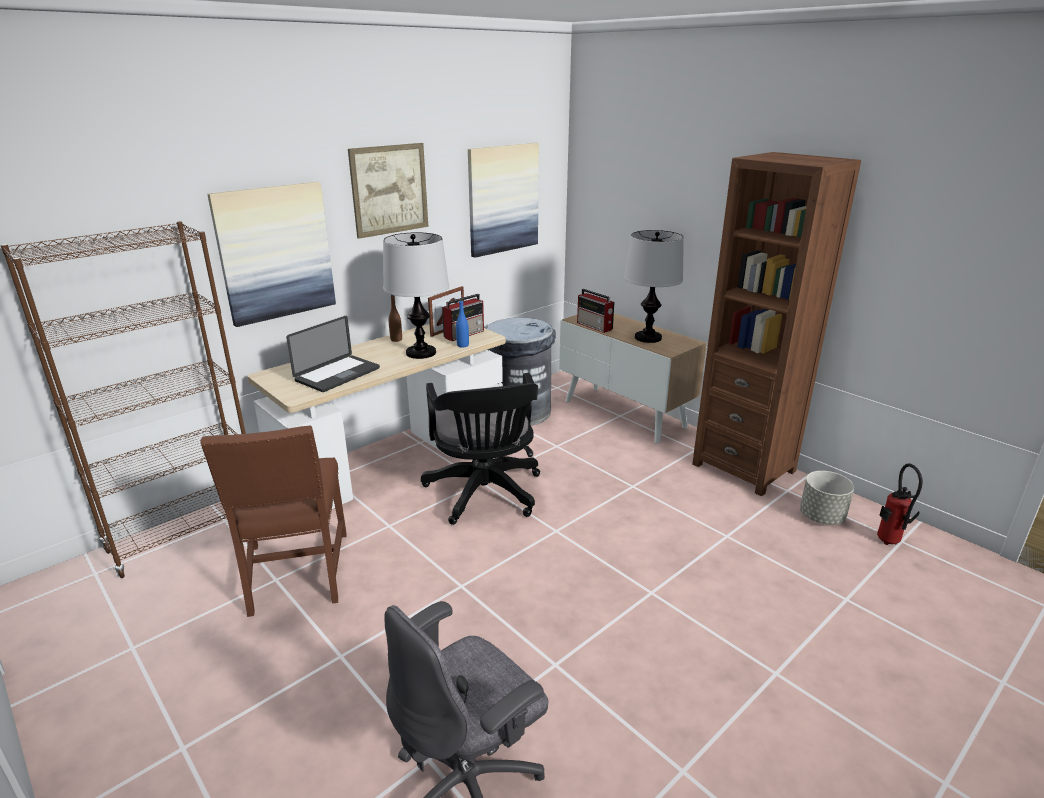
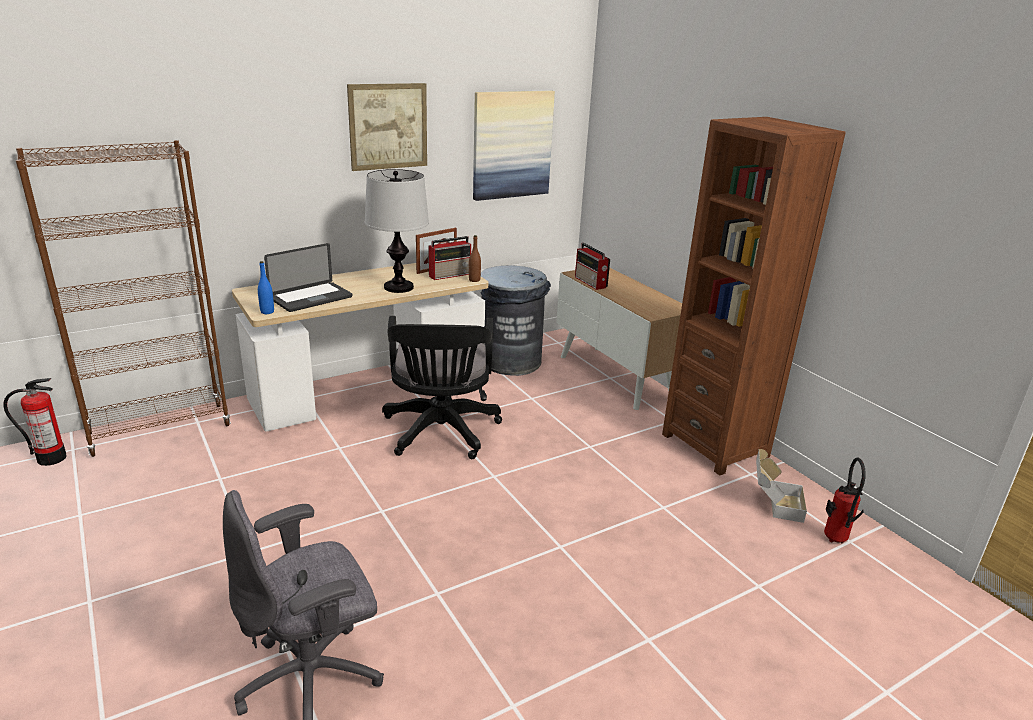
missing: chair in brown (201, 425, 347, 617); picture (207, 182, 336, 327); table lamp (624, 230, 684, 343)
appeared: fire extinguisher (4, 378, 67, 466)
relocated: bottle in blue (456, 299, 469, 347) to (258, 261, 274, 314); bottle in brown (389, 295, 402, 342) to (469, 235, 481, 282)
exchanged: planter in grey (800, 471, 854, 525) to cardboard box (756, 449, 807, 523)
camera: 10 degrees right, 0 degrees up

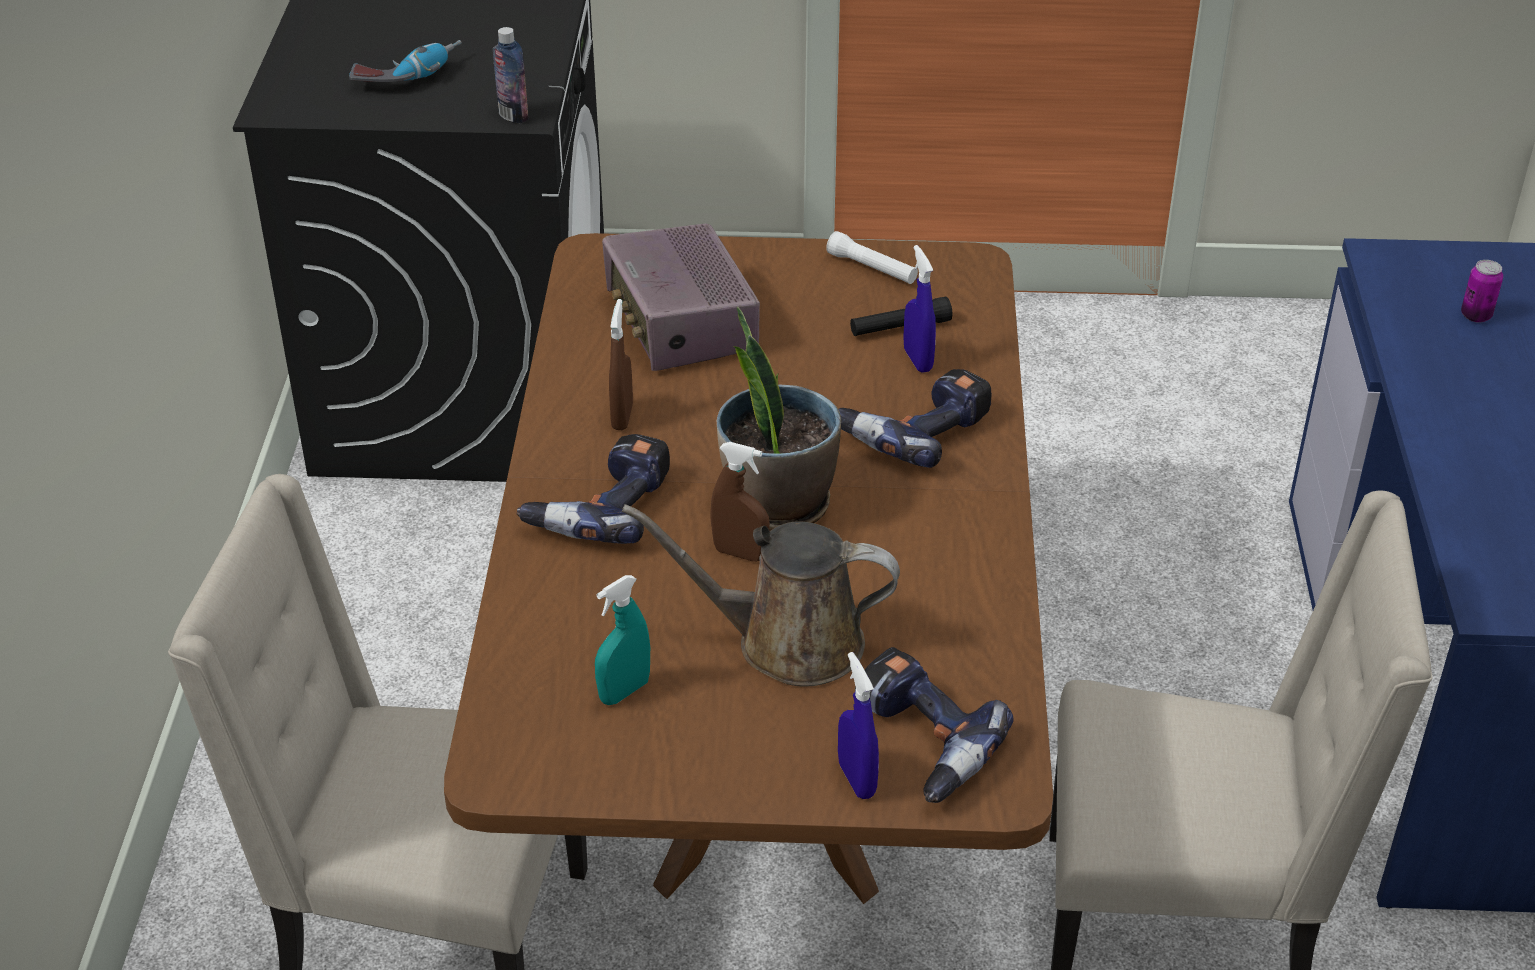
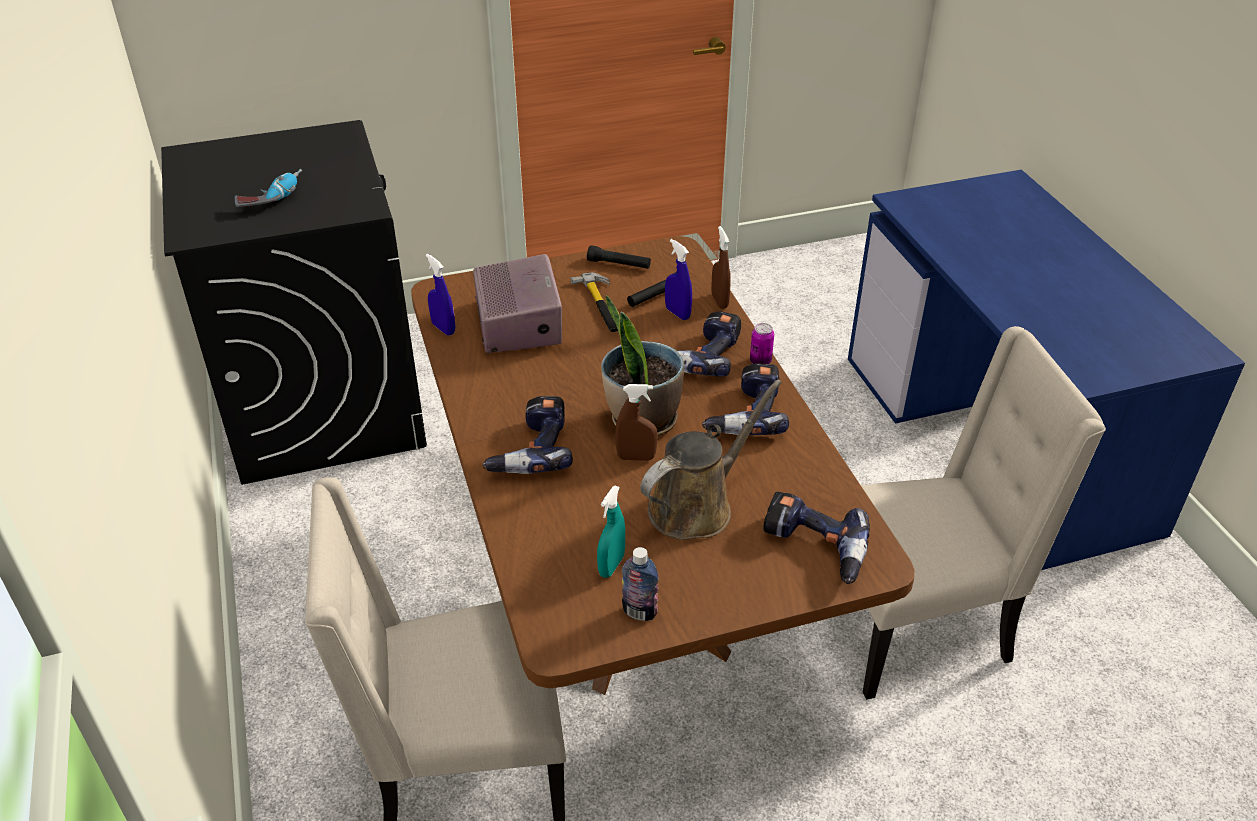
appeared: hammer (570, 272, 618, 332); power drill (702, 363, 789, 435)
relocated: spray bottle in blue (838, 652, 879, 799) to (426, 254, 455, 336); bottle (493, 27, 529, 123) to (622, 547, 659, 621); spray bottle in brown (609, 299, 633, 430) to (711, 226, 731, 309); can (1461, 260, 1503, 323) to (750, 323, 774, 364)
colour: flashlight in white (826, 231, 918, 284) to flashlight in black (587, 245, 651, 269)
spun: radio (602, 223, 760, 371) = (473, 254, 562, 353) 150 degrees counterclockwise; watering can in brown (622, 504, 900, 687) = (640, 379, 782, 540) 150 degrees clockwise
camera: 20 degrees left, 0 degrees up

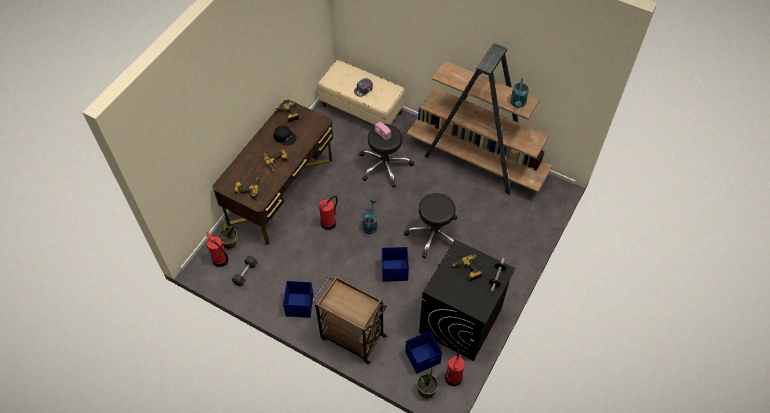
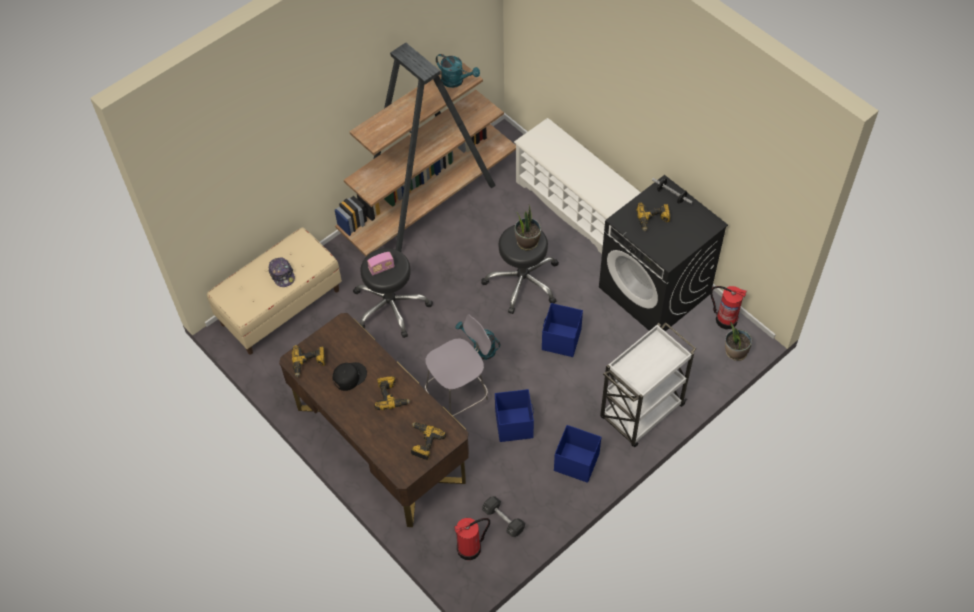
appeared: shoe rack in white (514, 118, 641, 254)
relocated: storage box in blue (405, 330, 442, 374) to (495, 389, 534, 442); potted plant (218, 218, 238, 250) to (515, 206, 541, 251)
exchanged: fire extinguisher (319, 196, 337, 230) to chair in grey (425, 314, 491, 416)
colour: cart in brown (312, 276, 387, 364) to cart in white (600, 322, 696, 447)
camera: 70 degrees left, 0 degrees up

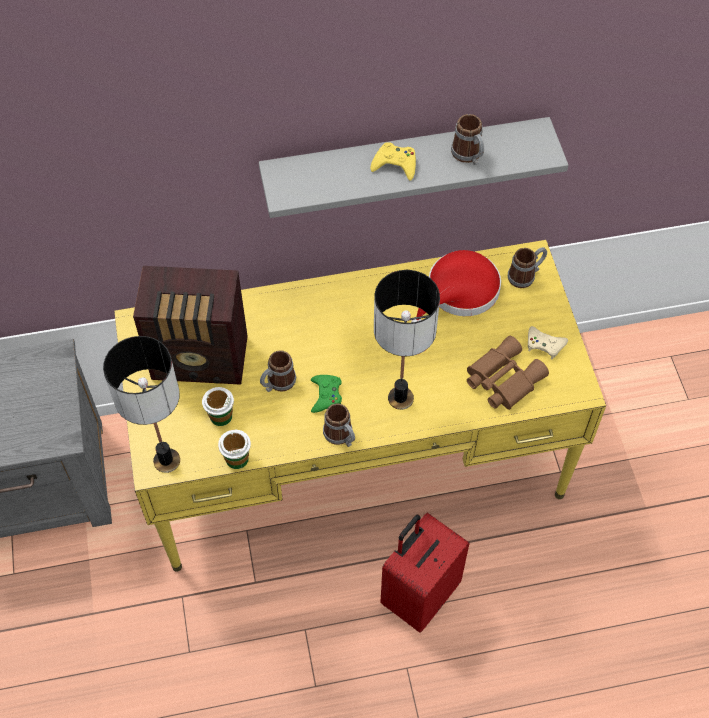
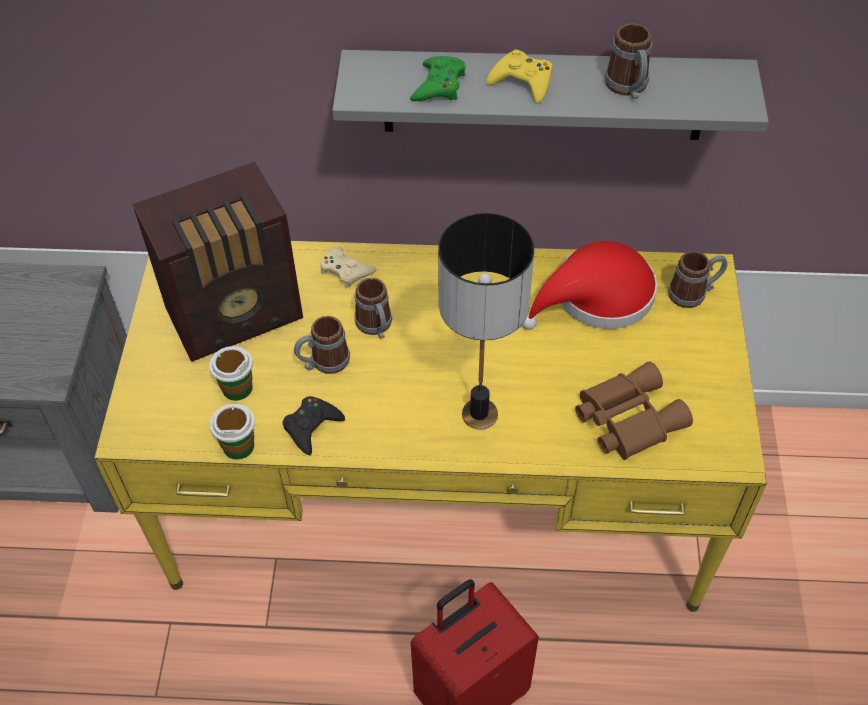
missing: table lamp (103, 336, 180, 473)
appeared: game controller in black (282, 396, 345, 455)
relocated: game controller in beige (528, 326, 568, 360) to (320, 247, 377, 289); mug (323, 403, 355, 447) to (354, 278, 392, 339); game controller in green (311, 375, 342, 413) to (410, 56, 465, 101)
spun: radio (133, 266, 248, 385) = (133, 162, 303, 362) 45 degrees counterclockwise
camera: 15 degrees right, 5 degrees down

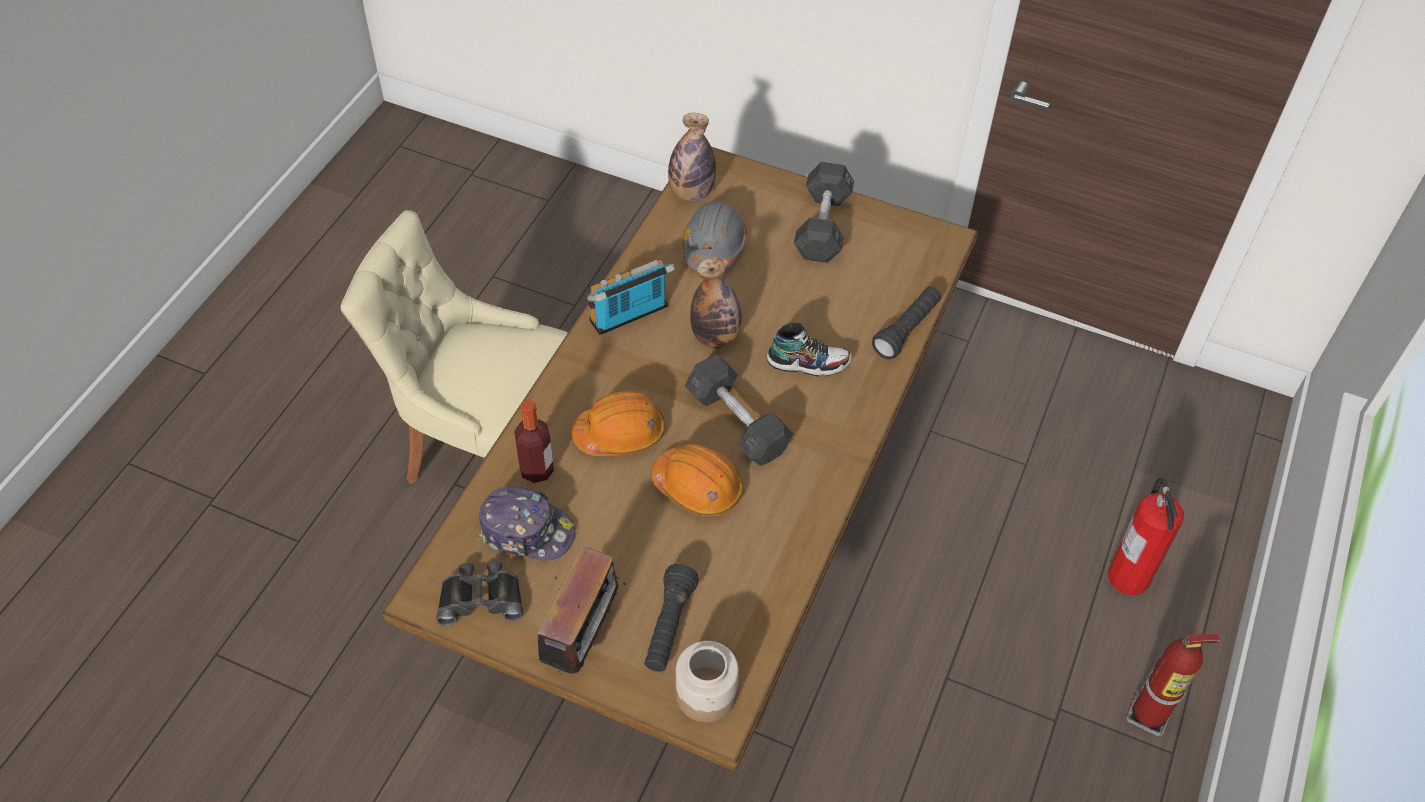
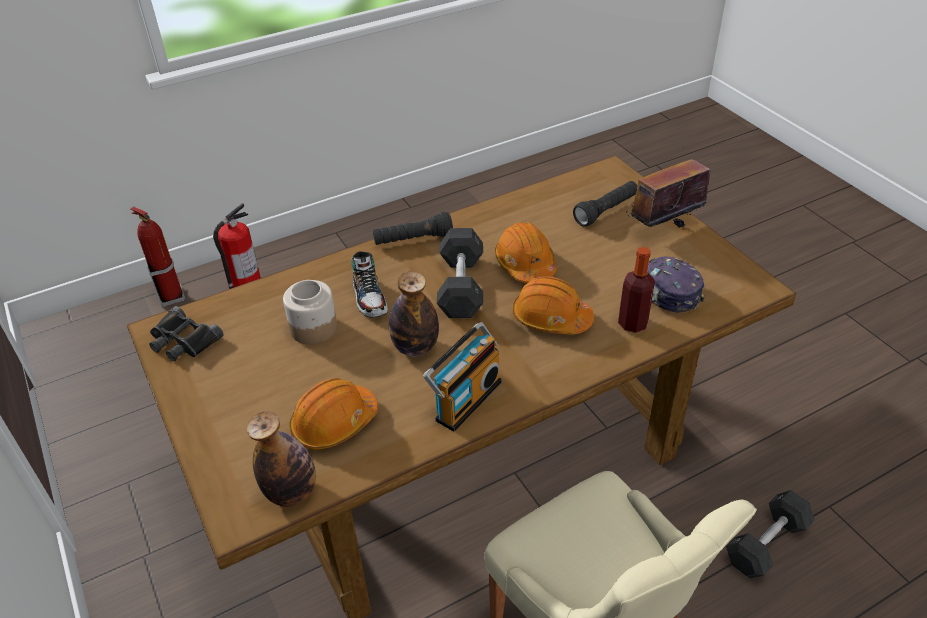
relocated: fire extinguisher (1127, 633, 1220, 737) to (130, 207, 185, 307); binoculars in black (436, 561, 523, 626) to (149, 306, 223, 361); jar (676, 641, 739, 722) to (283, 280, 337, 345); flashlight in black (872, 287, 941, 359) to (373, 212, 453, 245); dumbbell in grey (794, 162, 854, 263) to (726, 490, 815, 578)
colour: hard hat in grey (683, 201, 747, 270) to hard hat in orange (289, 378, 378, 450)
spun: shoe (767, 323, 852, 377) = (351, 251, 388, 317) 150 degrees counterclockwise; radio (587, 260, 675, 335) = (423, 322, 501, 432) 60 degrees counterclockwise
camera: 140 degrees left, 10 degrees down

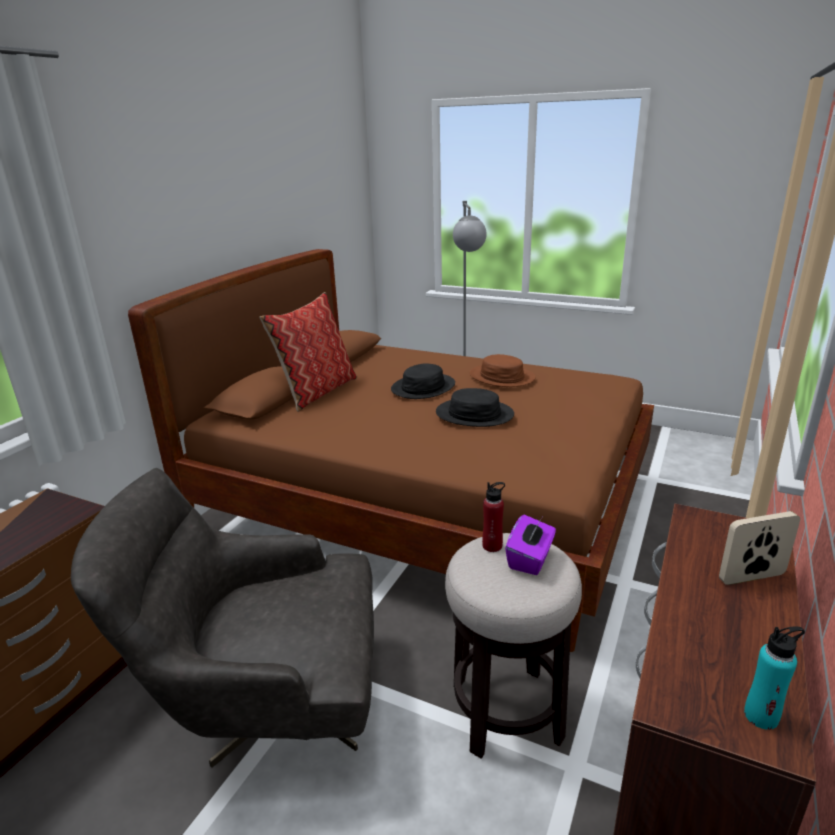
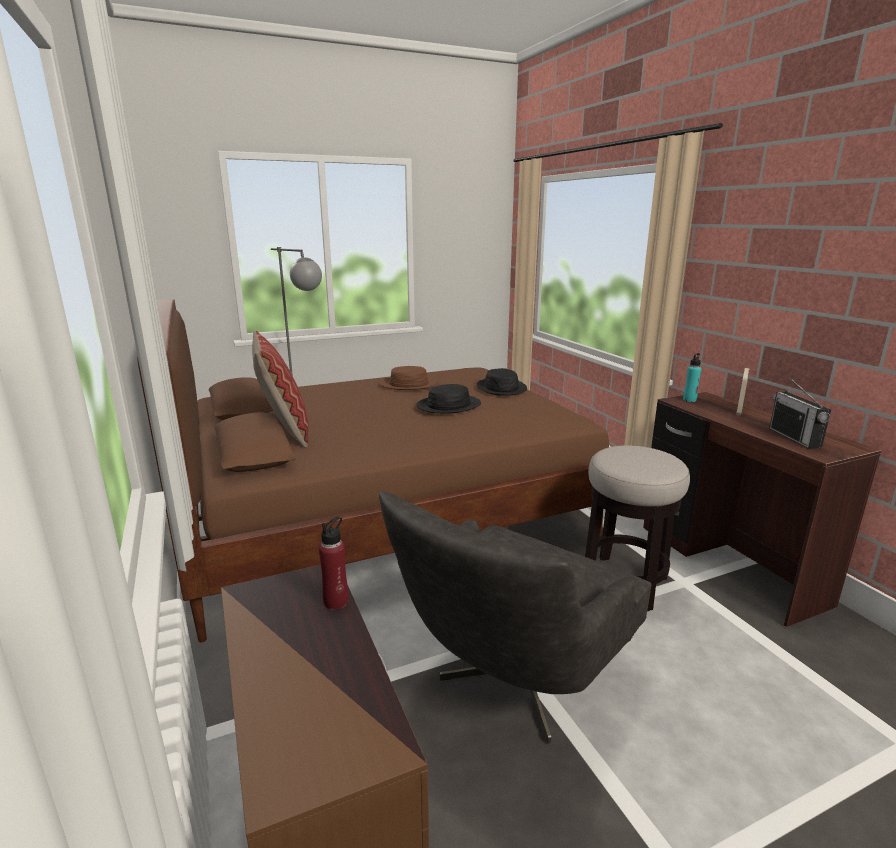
missing: tissue box in purple (505, 515, 556, 575)
appeared: radio (769, 377, 831, 449)
relocated: bottle in red (482, 482, 505, 552) to (319, 517, 349, 610); hat in black (391, 364, 455, 399) to (477, 368, 527, 396); bottle in turquoise (744, 626, 805, 730) to (683, 353, 701, 402)
camera: 50 degrees left, 5 degrees down

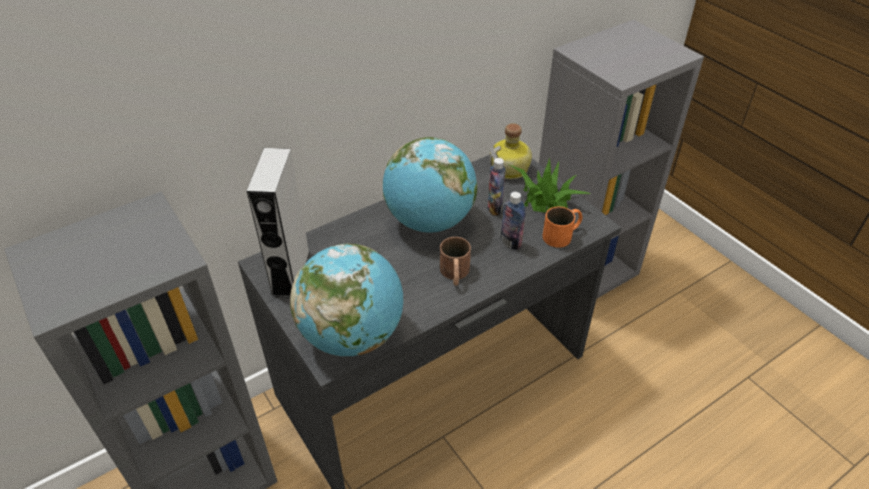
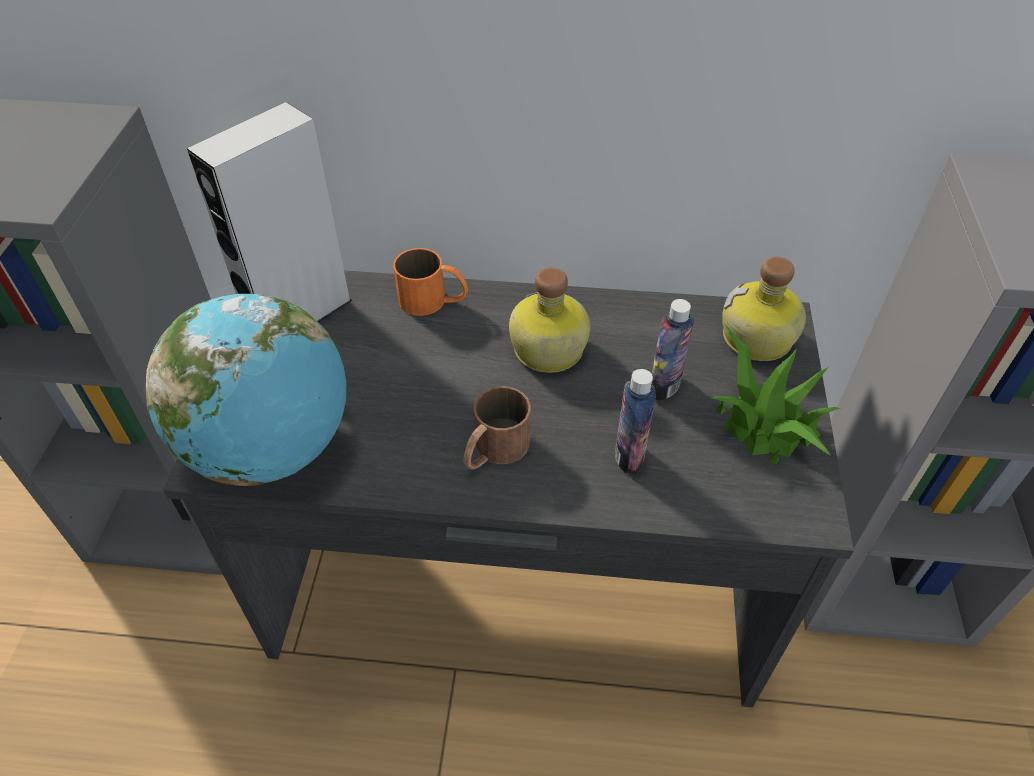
relocated: mug in orange (543, 207, 582, 248) to (393, 248, 468, 316)
exchanged: globe (383, 137, 477, 233) to bottle (509, 268, 590, 373)
camera: 40 degrees right, 5 degrees up

